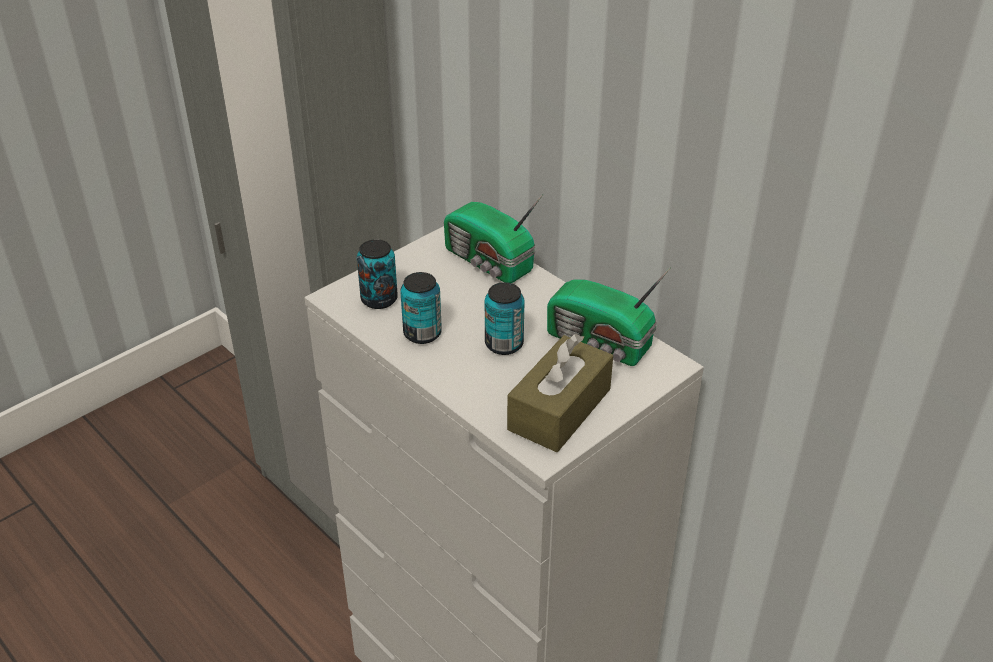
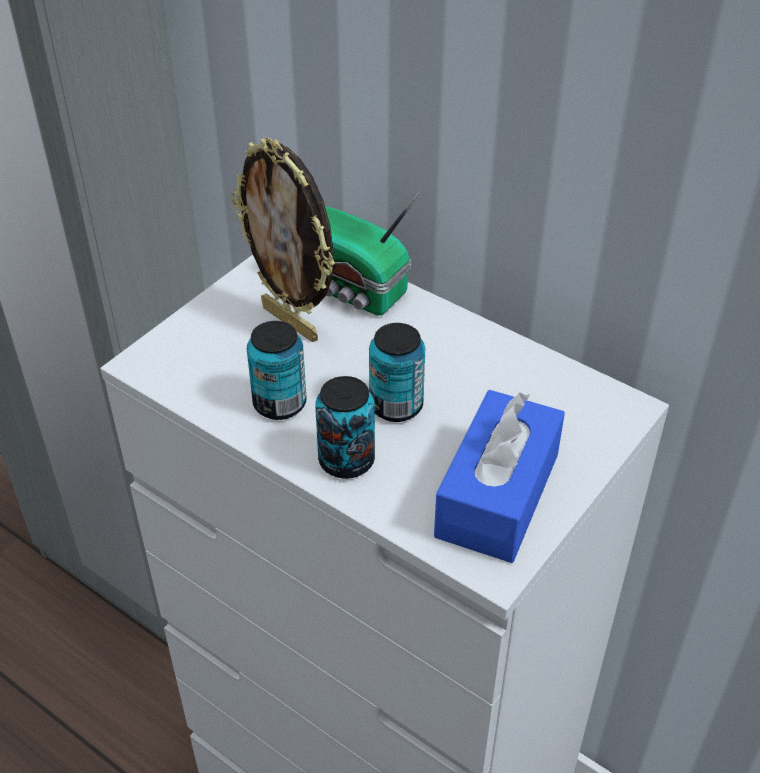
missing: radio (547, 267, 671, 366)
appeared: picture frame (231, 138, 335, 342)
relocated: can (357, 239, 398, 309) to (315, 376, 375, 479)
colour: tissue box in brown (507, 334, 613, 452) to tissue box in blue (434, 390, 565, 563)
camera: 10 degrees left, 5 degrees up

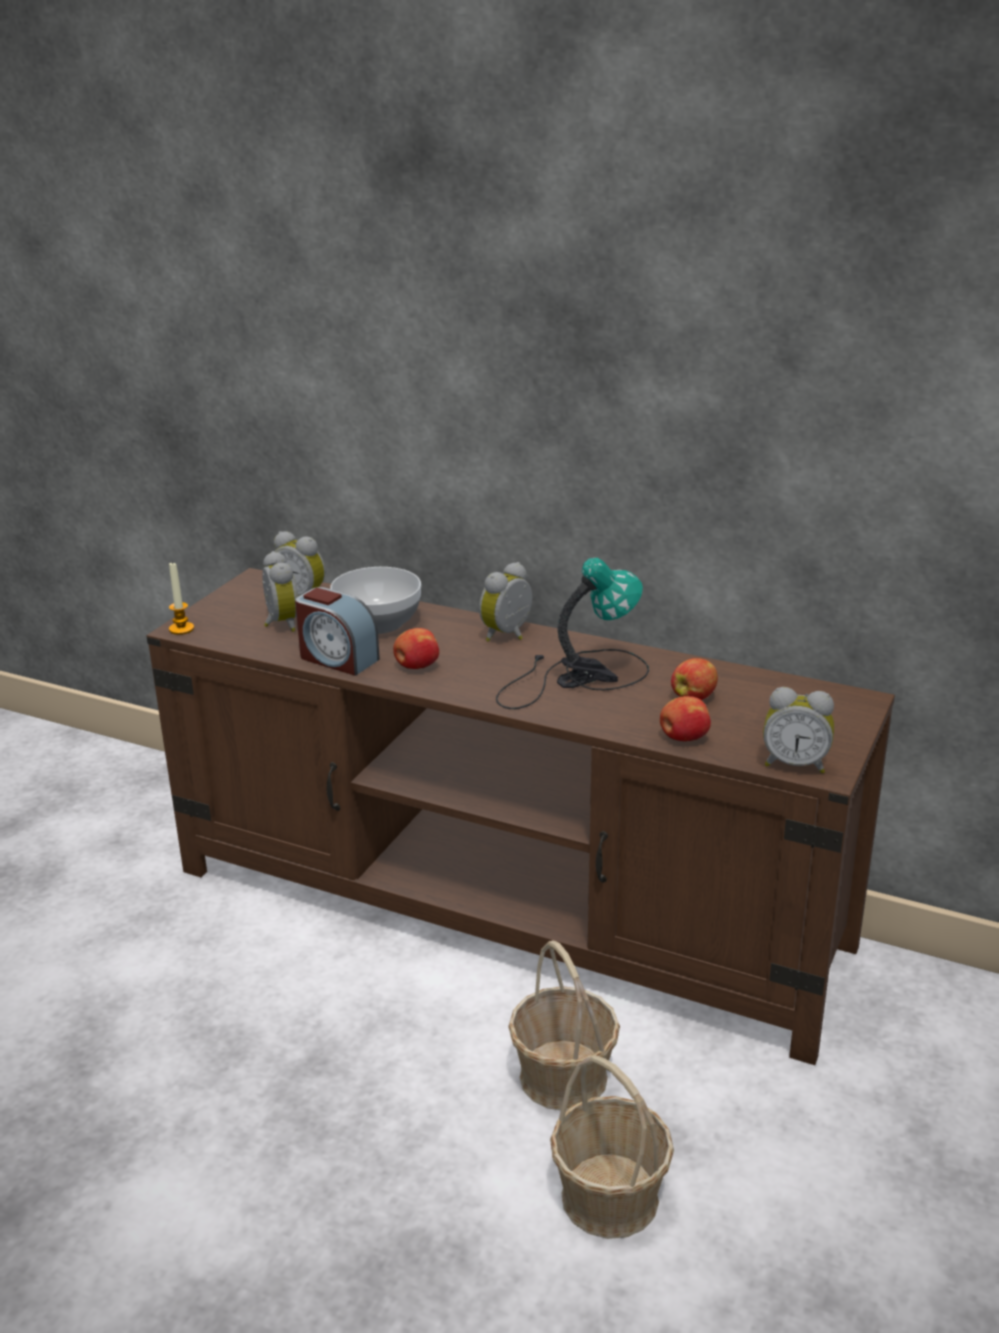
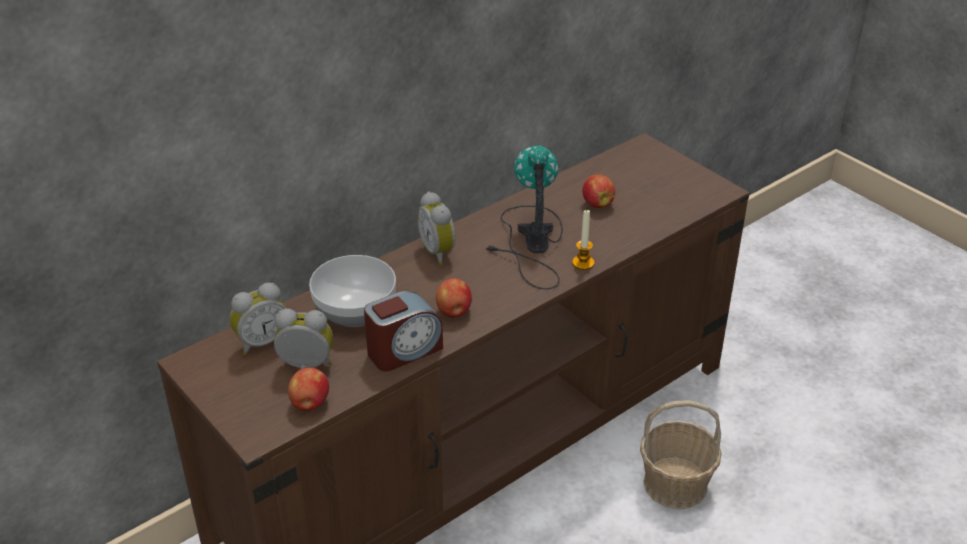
missing: basket (550, 1055, 674, 1239); alarm clock (763, 687, 834, 773)
relocated: apple (660, 696, 711, 741) to (288, 367, 329, 411); candle (169, 561, 194, 635) to (572, 210, 595, 270)
camera: 65 degrees left, 10 degrees up

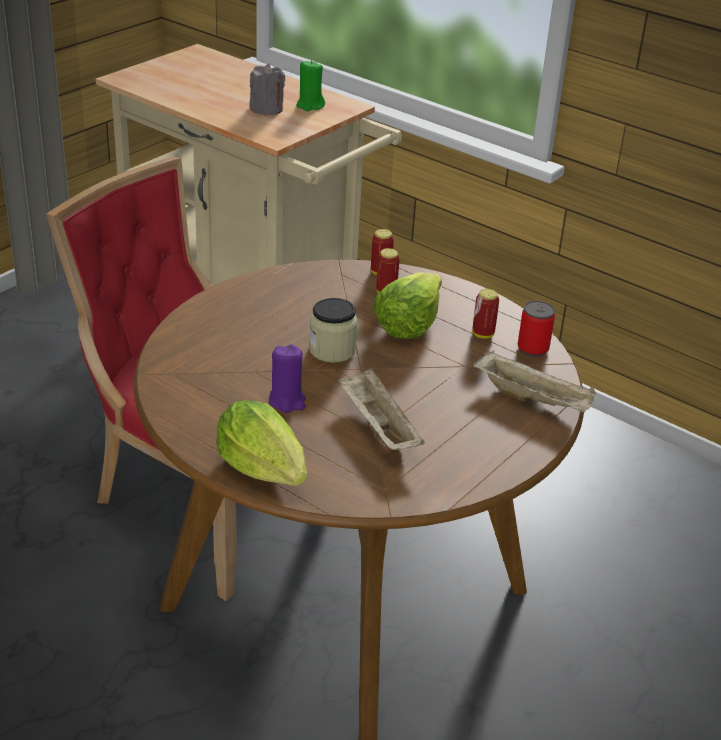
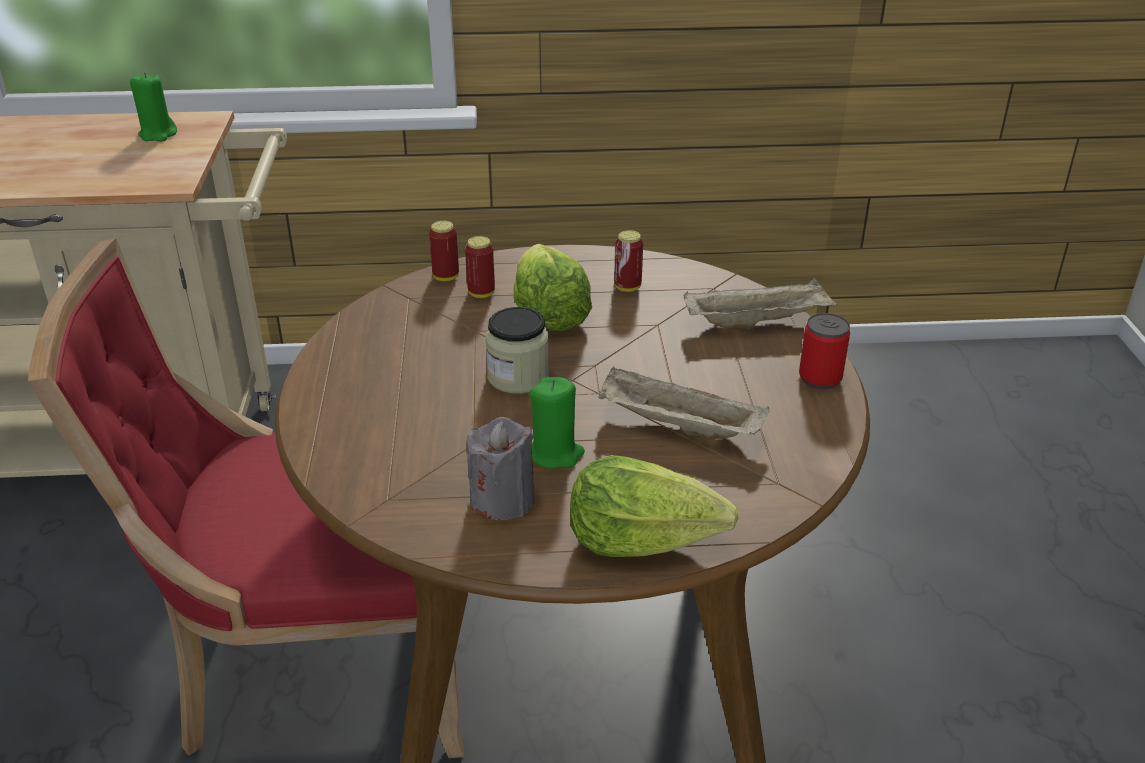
relocated: candle in grey (250, 63, 285, 116) to (467, 417, 535, 520); can (518, 301, 555, 357) to (799, 313, 850, 389)
colour: candle in purple (269, 344, 306, 413) to candle in green (529, 377, 585, 469)
camera: 40 degrees left, 0 degrees up

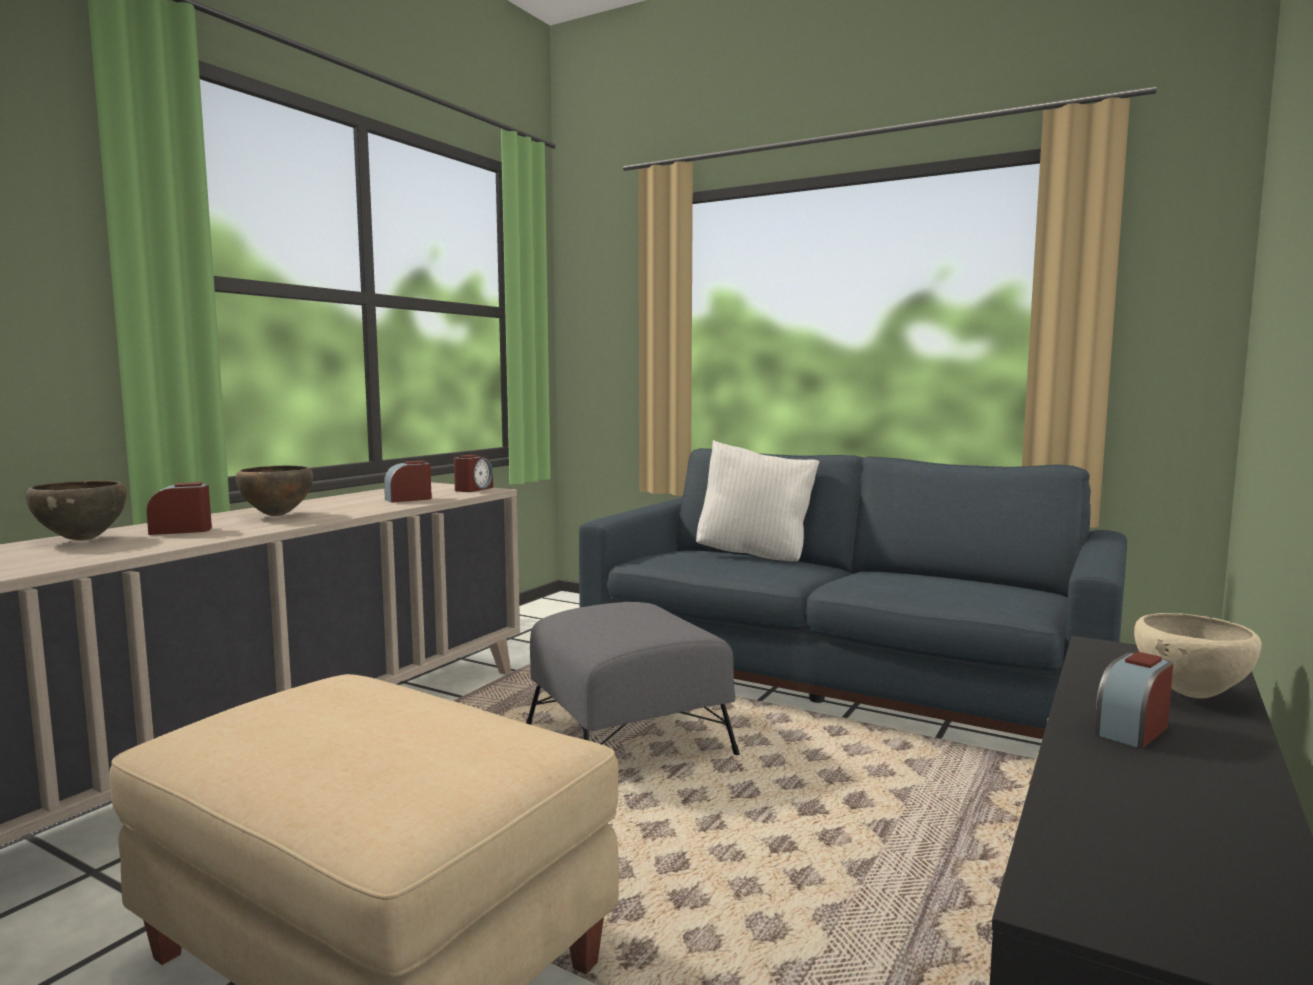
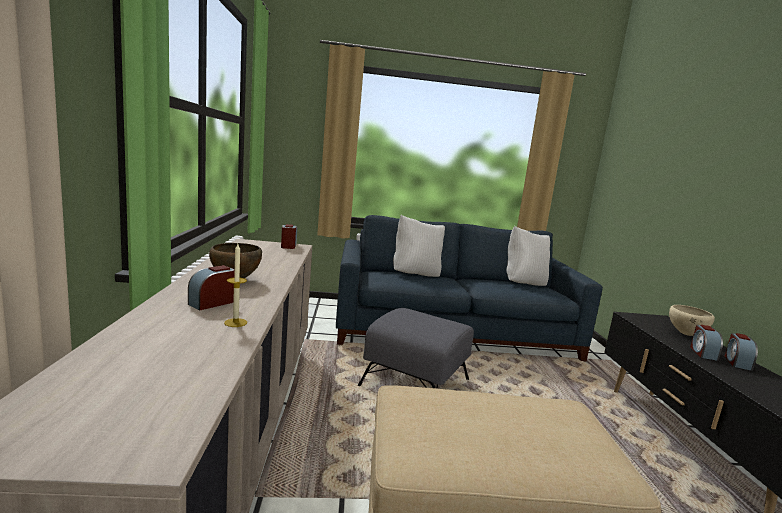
missing: bowl in brown (25, 481, 126, 541)
appeared: candle (224, 244, 247, 327); pillow in white (506, 226, 550, 286)
relocated: alarm clock (384, 461, 432, 503) to (725, 333, 758, 371)
camera: 35 degrees left, 5 degrees up

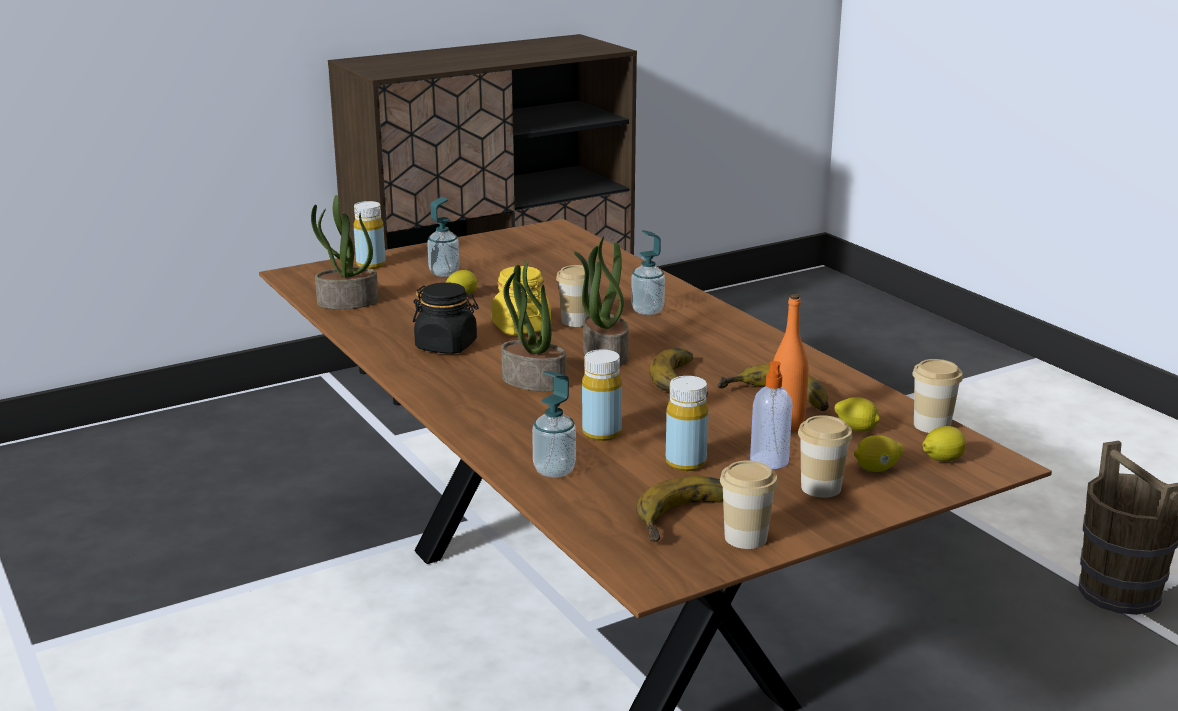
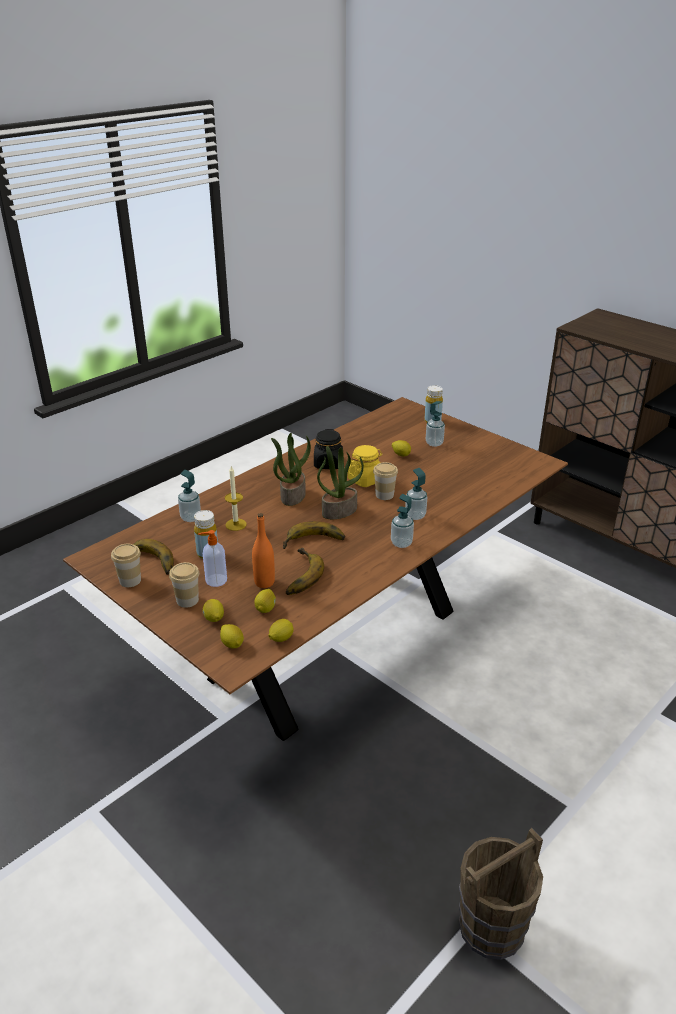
missing: potted plant (311, 195, 379, 309)
appeared: soap dispenser (391, 494, 414, 548)
exchanged: bottle in yellow (582, 349, 622, 441) to candle (225, 466, 247, 531); cup (912, 359, 963, 433) to lemon (268, 619, 293, 642)
camera: 75 degrees right, 10 degrees up

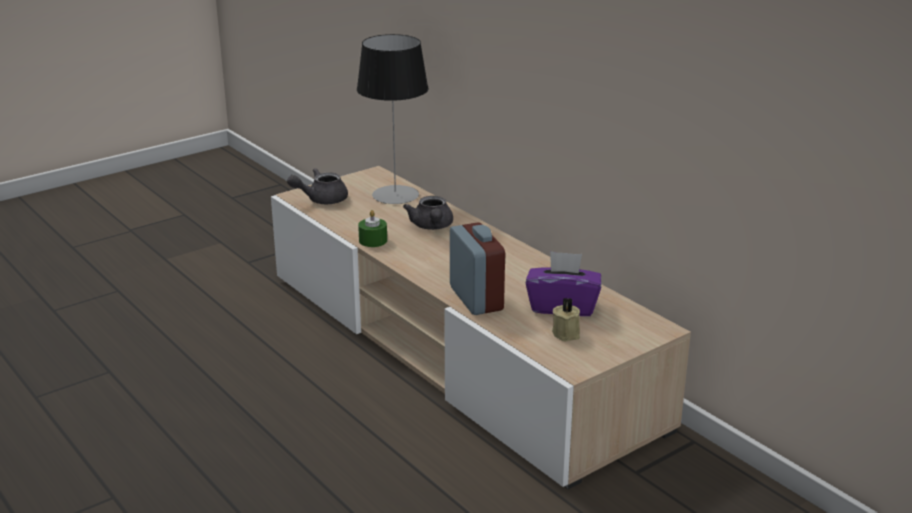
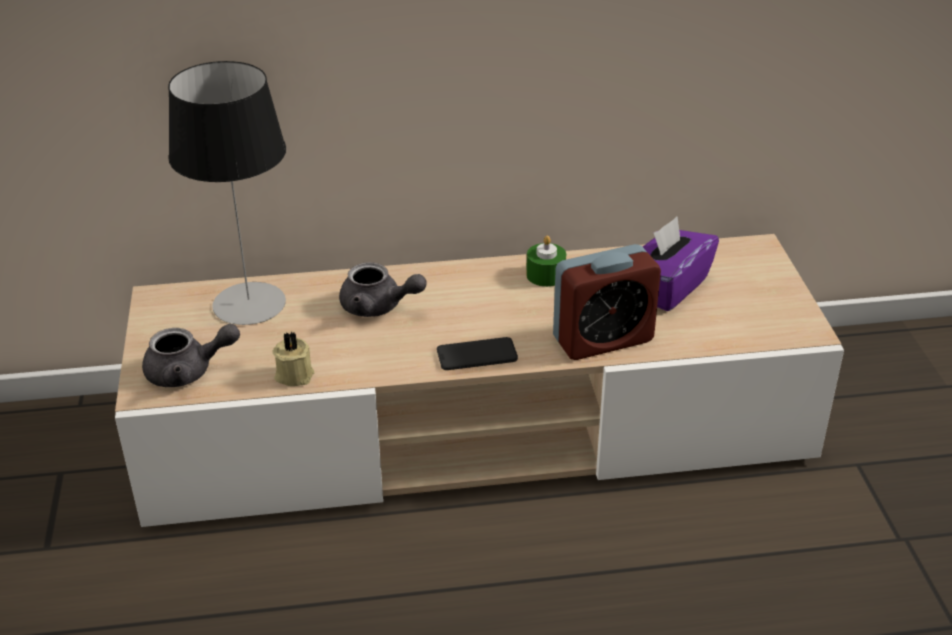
appeared: phone (437, 337, 518, 370)
relocated: candle in beige (552, 298, 580, 341) to (272, 332, 314, 386); candle in green (358, 210, 387, 247) to (526, 236, 566, 287)
spun: teapot in grey (287, 168, 348, 204) = (142, 324, 240, 387) 105 degrees counterclockwise; alarm clock (450, 222, 505, 315) = (553, 244, 661, 360) 150 degrees clockwise
camera: 60 degrees left, 10 degrees up

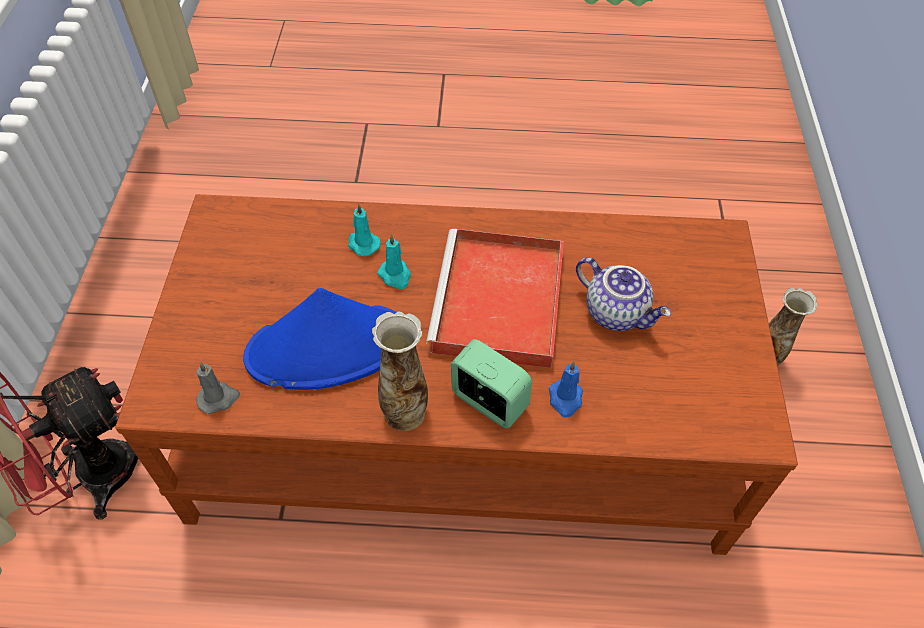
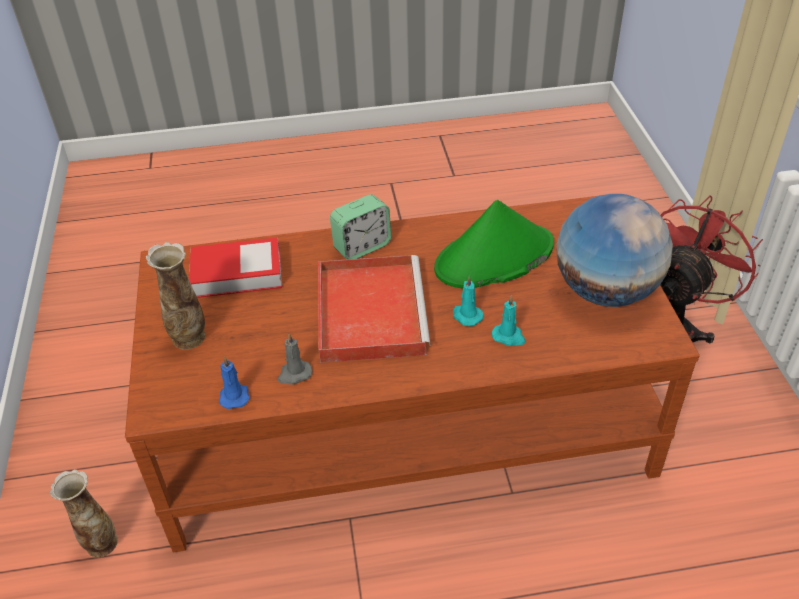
missing: teapot (576, 257, 671, 331)
appeared: book (189, 238, 282, 298); globe (556, 194, 673, 307)
relocated: vase (372, 311, 428, 431) to (146, 242, 205, 350); candle in blue (549, 361, 583, 418) to (219, 357, 250, 409); candle in grey (196, 362, 240, 414) to (277, 333, 312, 385)
colour: hat in blue (243, 288, 396, 390) to hat in green (434, 200, 554, 288)
spun: alarm clock (451, 339, 532, 428) = (330, 194, 391, 259) 60 degrees counterclockwise
camera: 170 degrees right, 10 degrees down

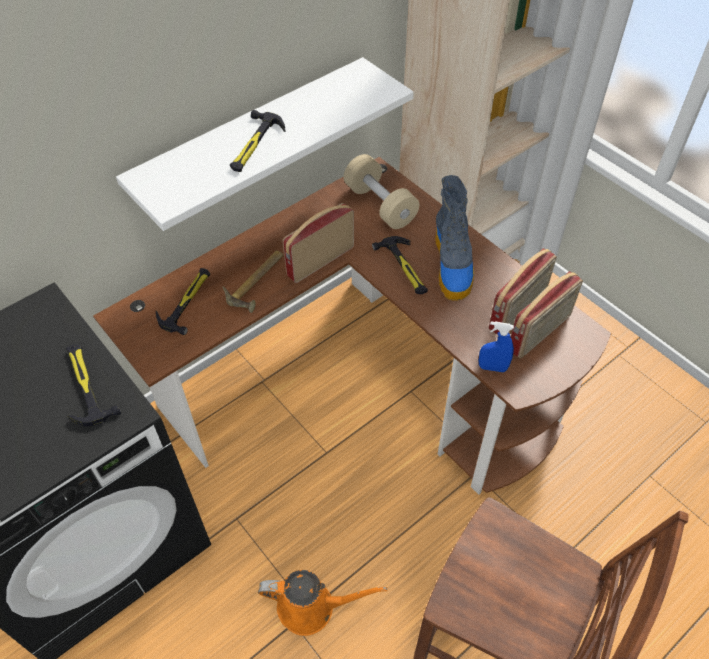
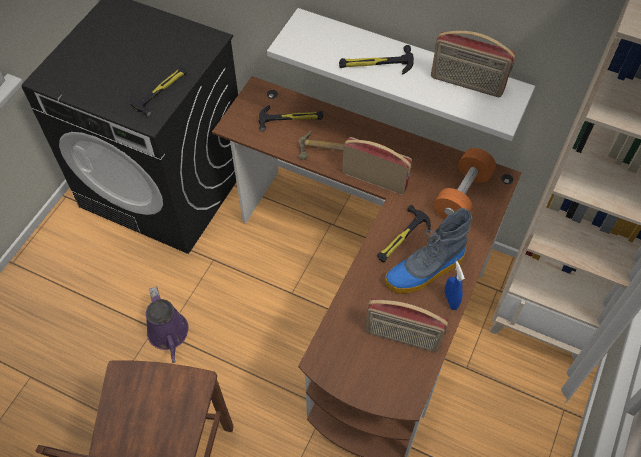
relocated: radio (511, 271, 583, 359) to (431, 31, 515, 97); spray bottle in blue (479, 321, 514, 372) to (445, 261, 465, 310)
colour: watering can in orange (258, 570, 387, 636) to watering can in purple (146, 287, 189, 363); dumbbell in beige (344, 154, 419, 229) to dumbbell in orange (434, 148, 496, 219)
camera: 65 degrees right, 5 degrees up

